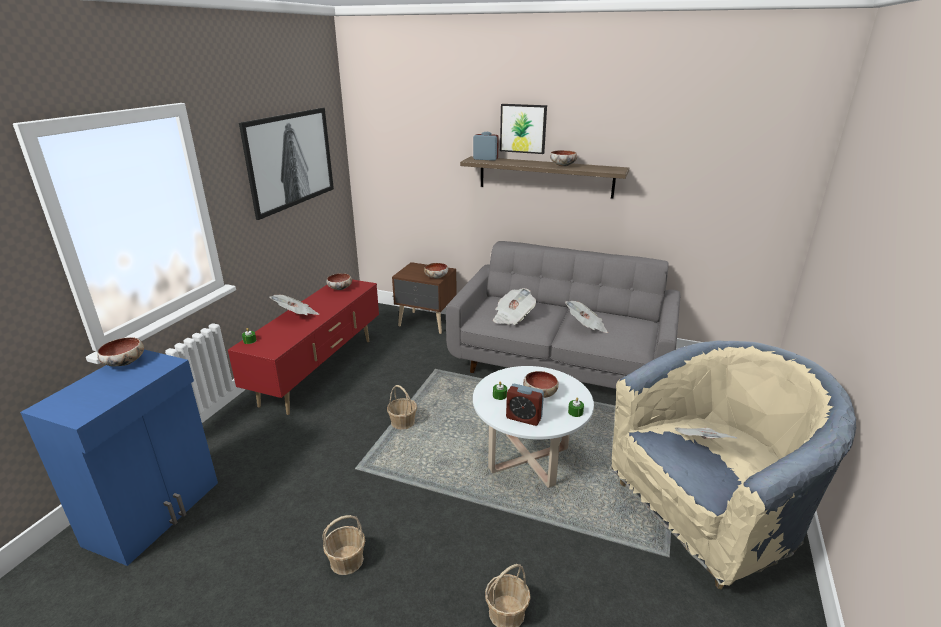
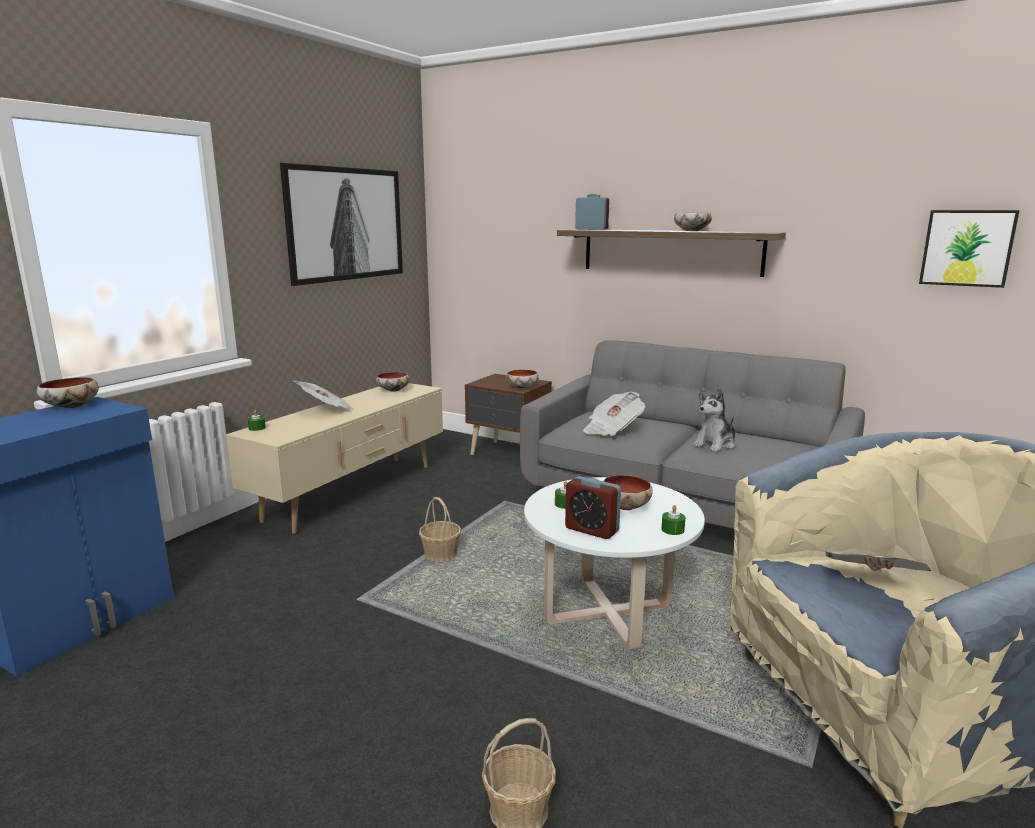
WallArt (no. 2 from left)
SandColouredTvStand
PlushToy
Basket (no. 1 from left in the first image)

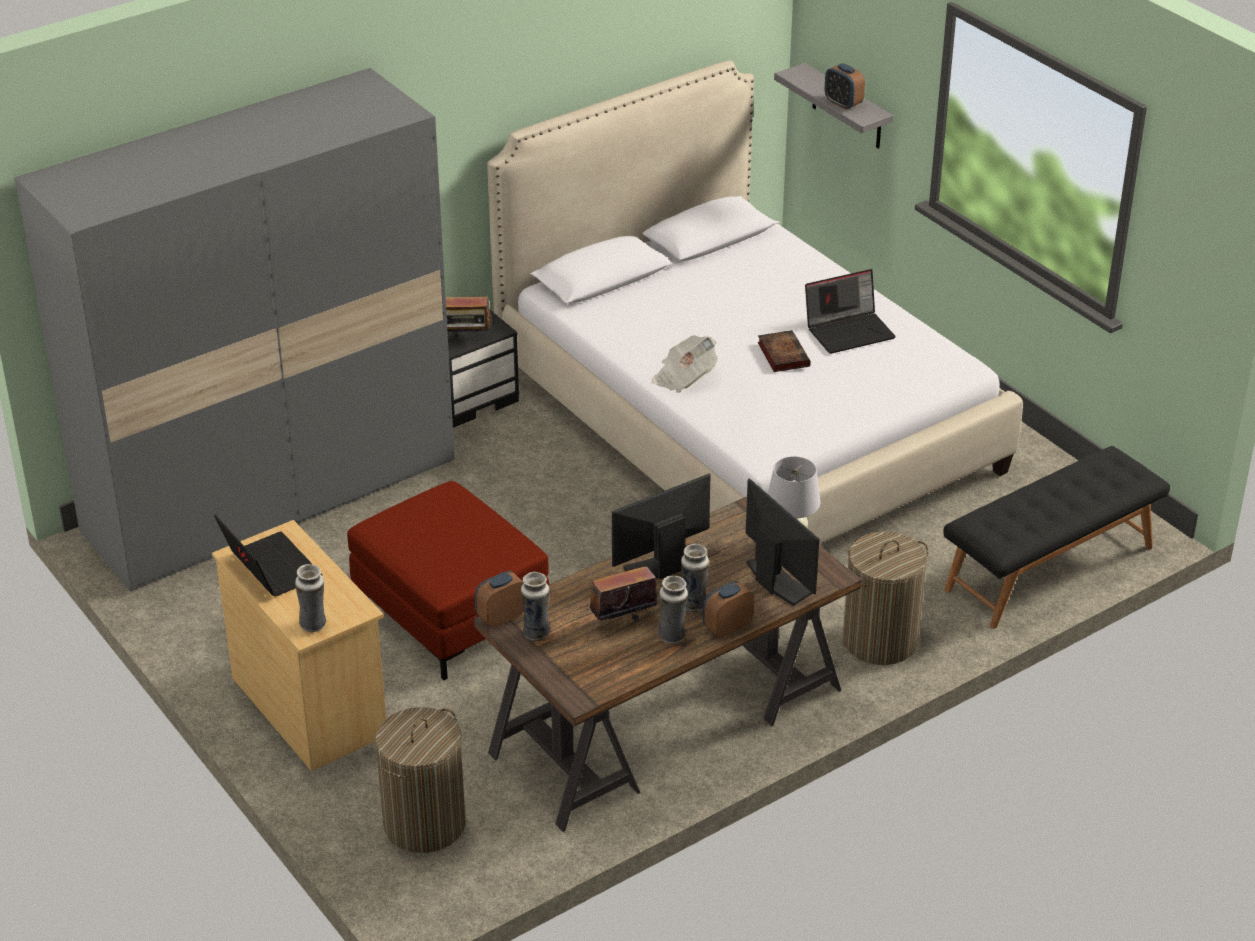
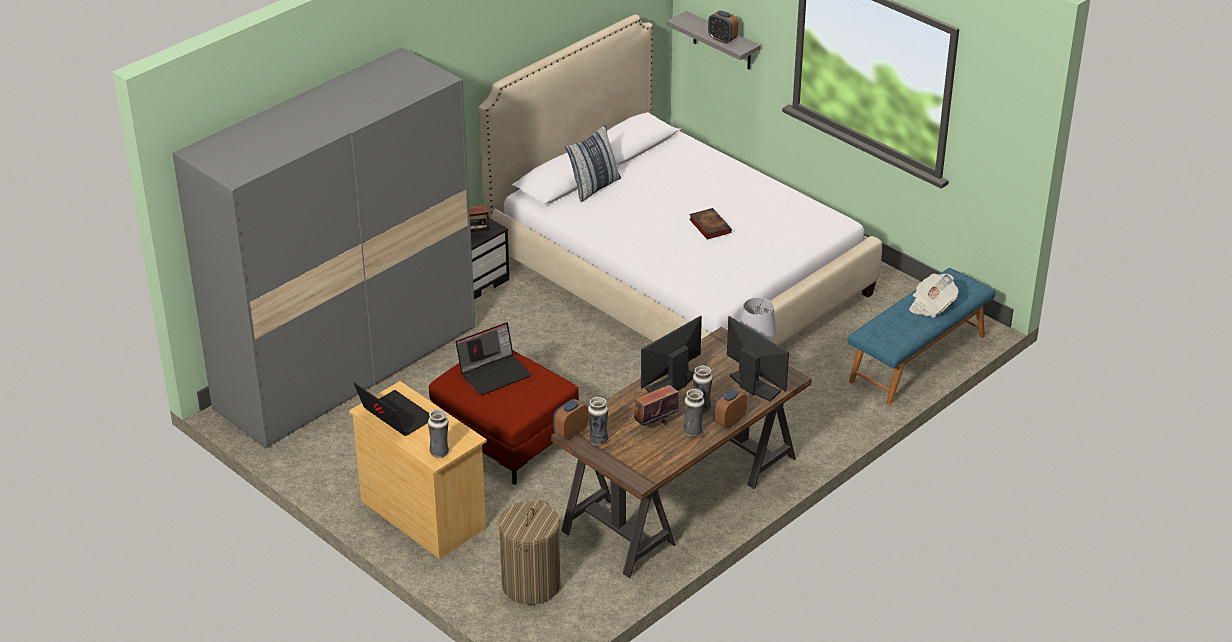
Laptop (no. 2 from left)
DailyPaper
BluishBench
LaundryBasket (no. 2 from left in the first image)
Pillow

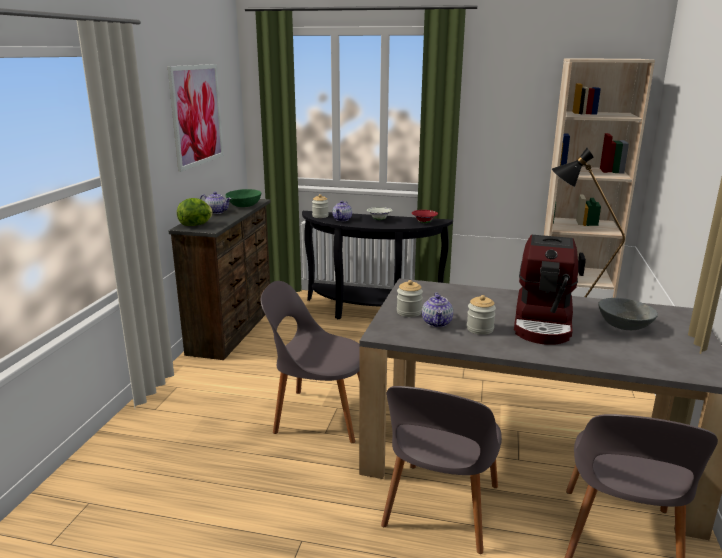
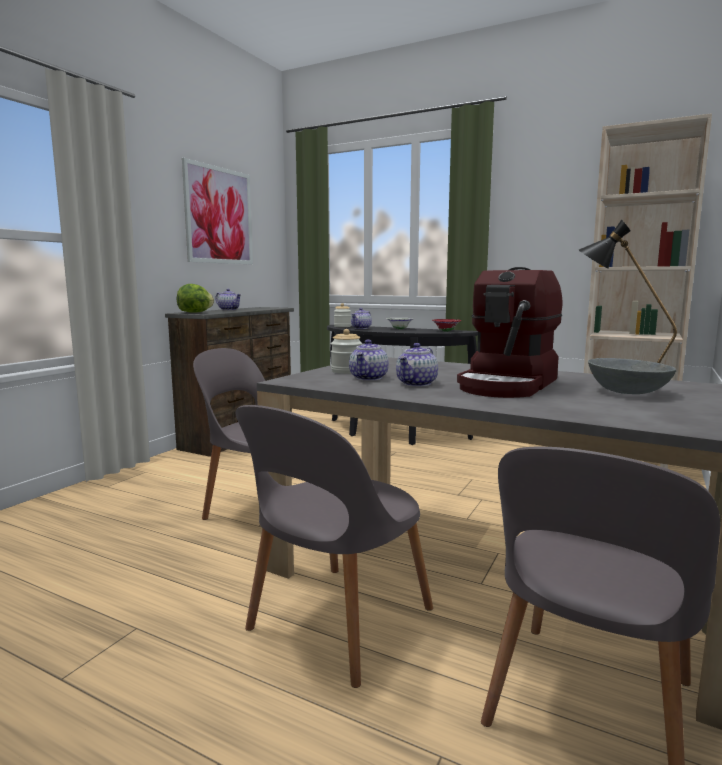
GreenishServingBowl
Teapot (no. 4 from left)

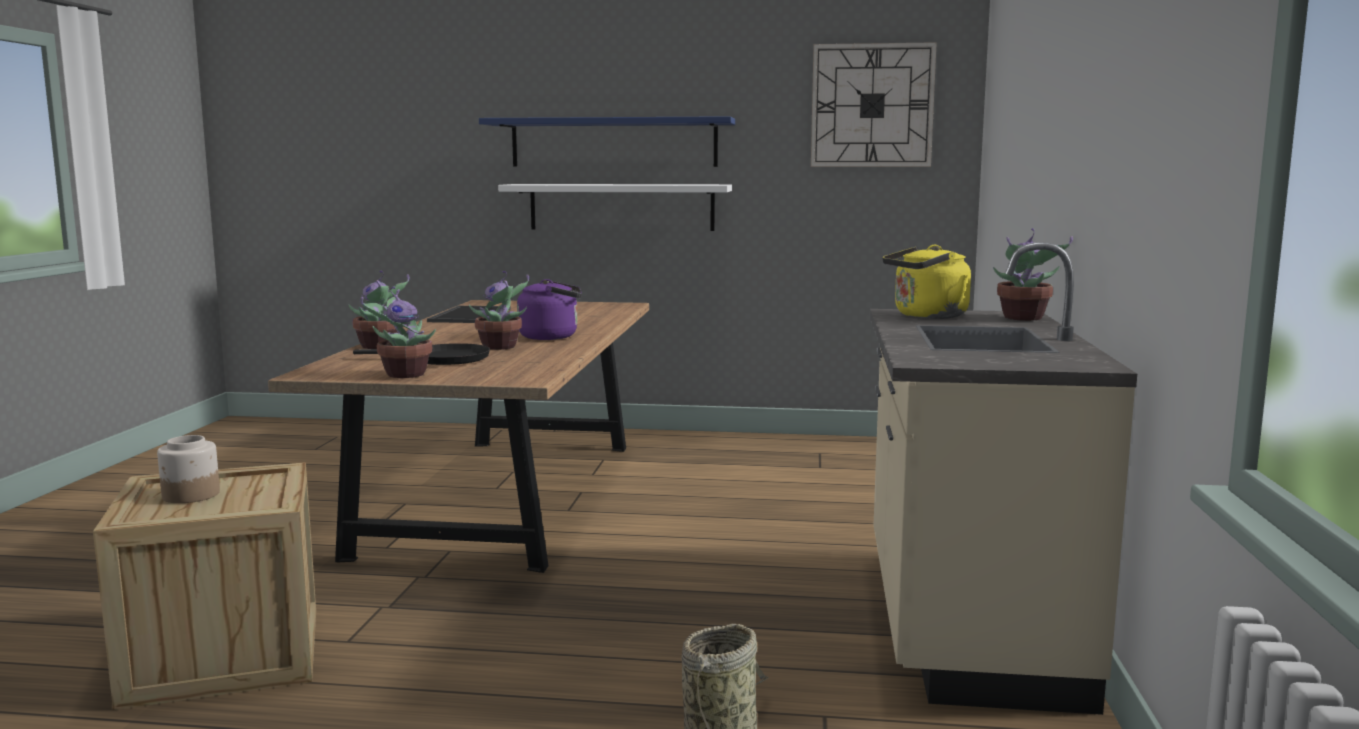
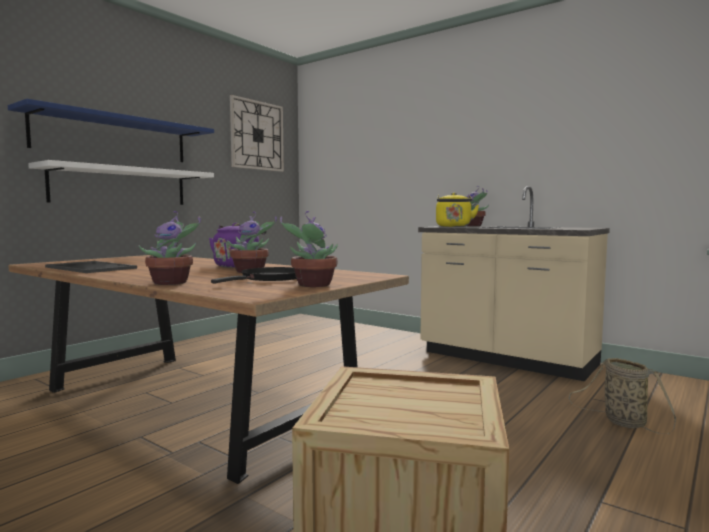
PreserveJar

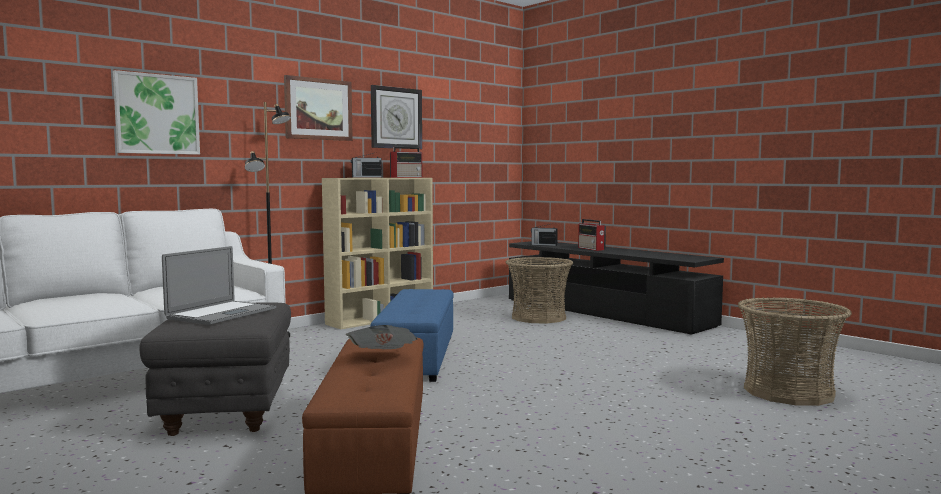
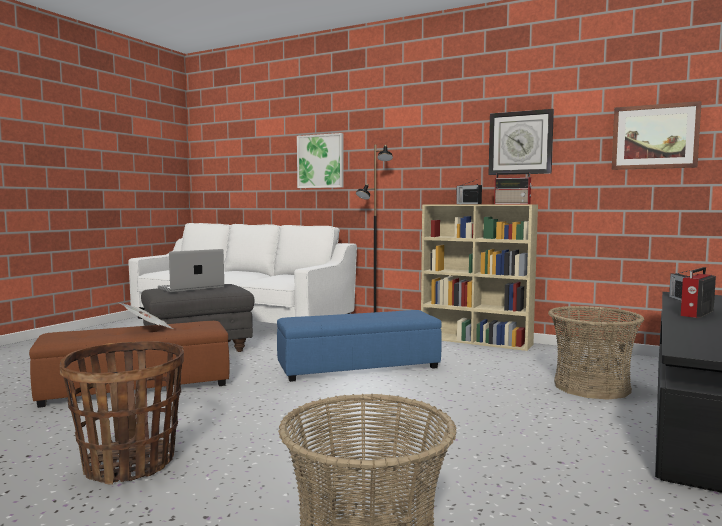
WallArt (no. 2 from left)
Laptop
Basket (no. 1 from left)

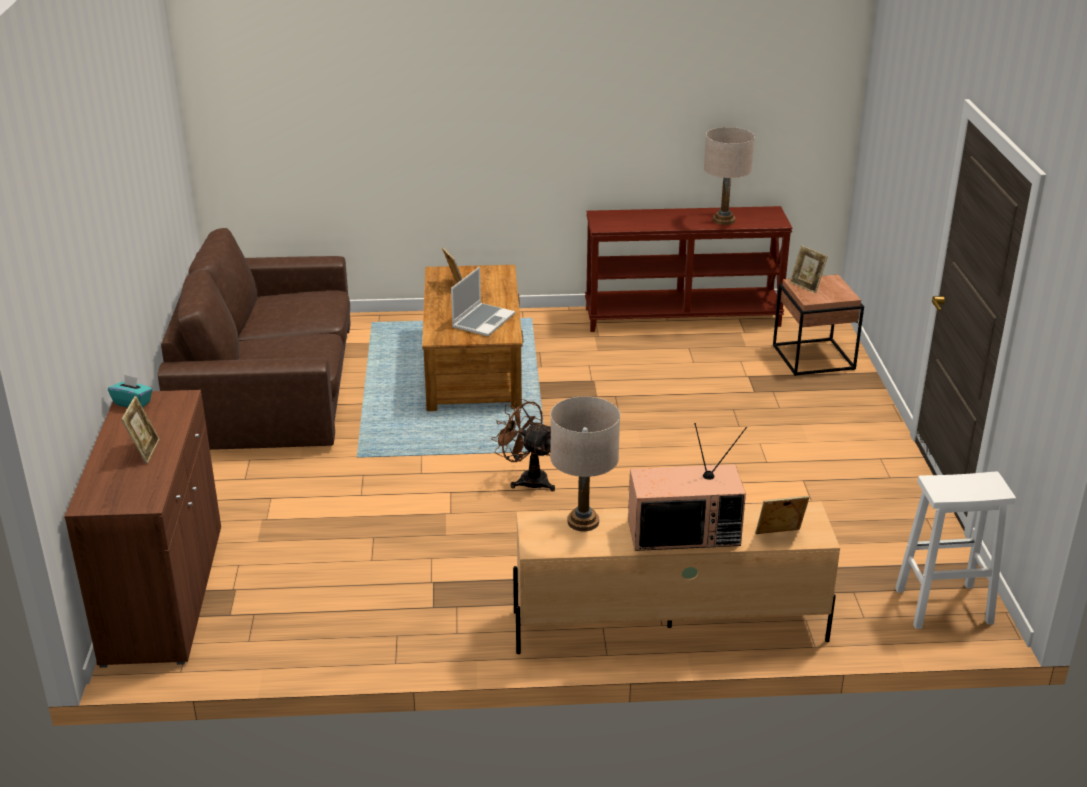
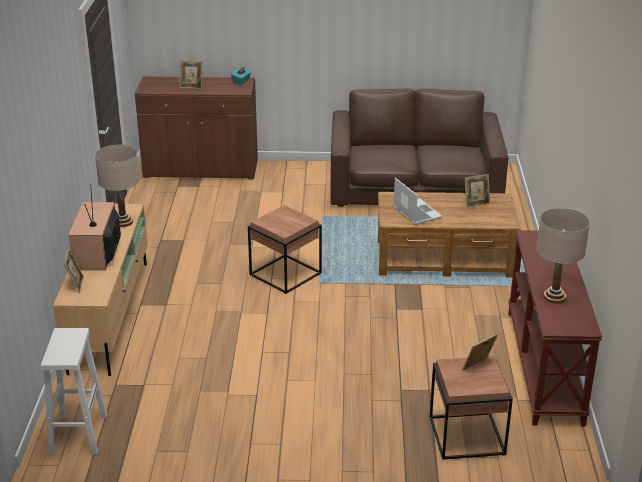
Laptop
BrownColouredSideTable (no. 1 from left)

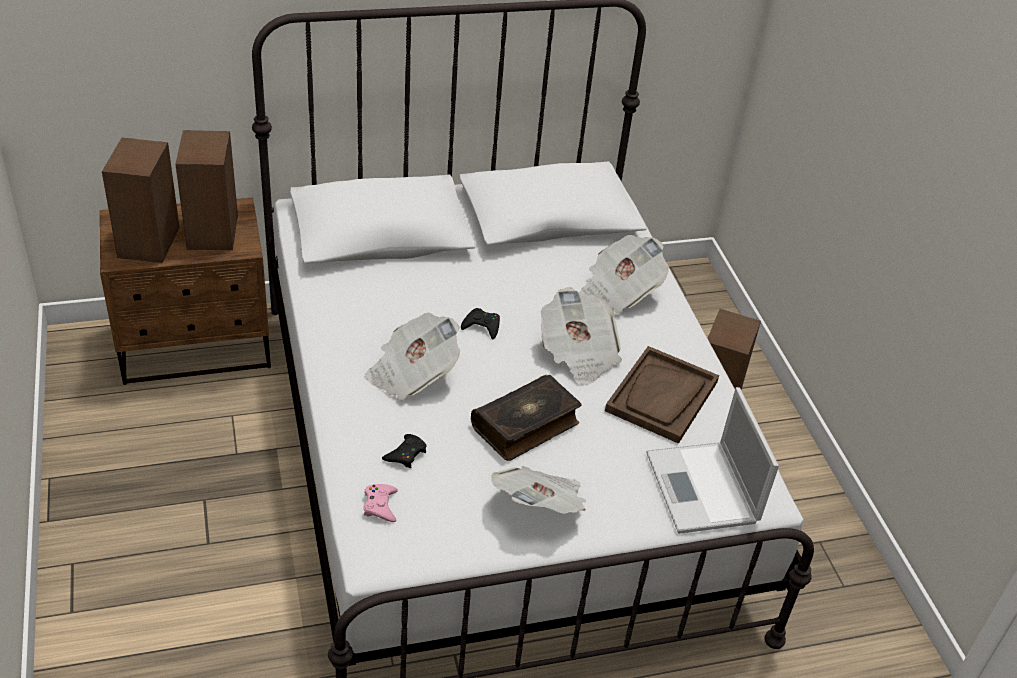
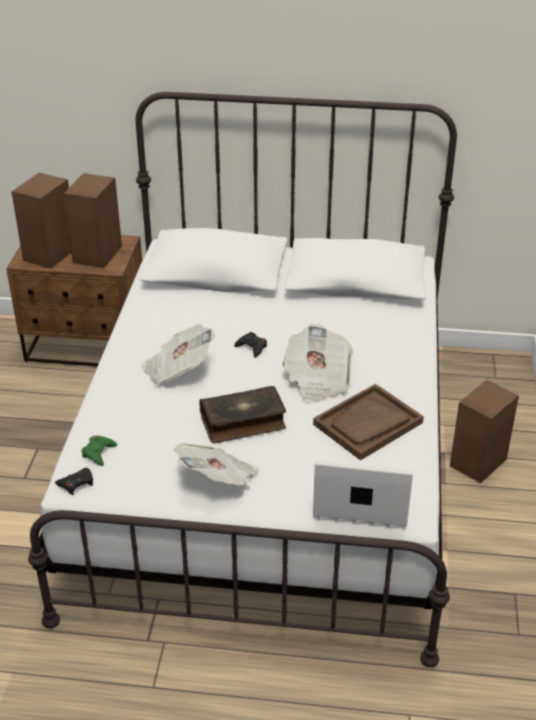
DailyPaper (no. 4 from left in the first image)
Laptop
BlackGameController (no. 1 from left)
GreenishGameController

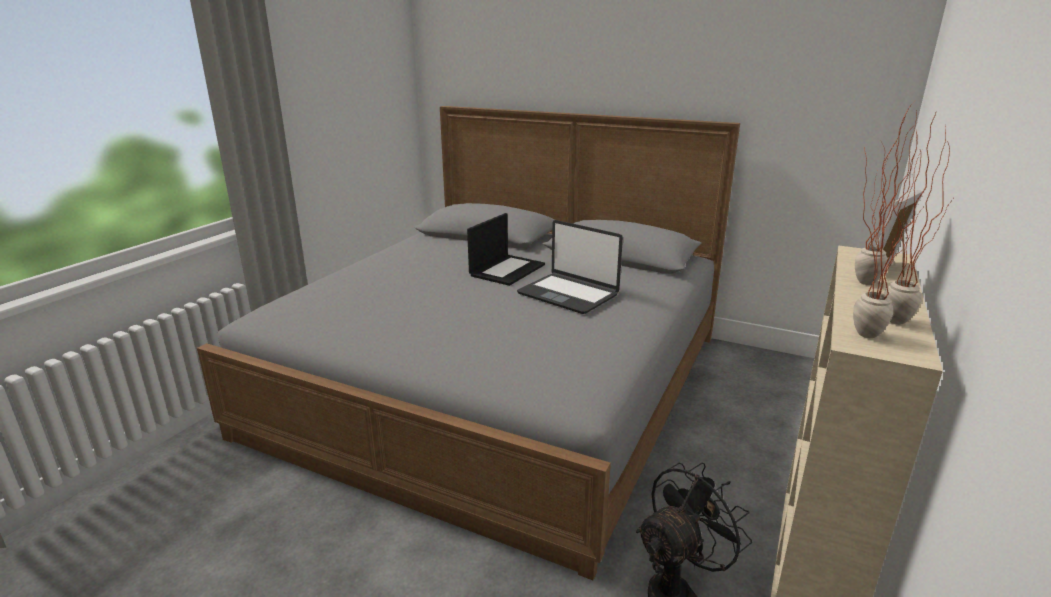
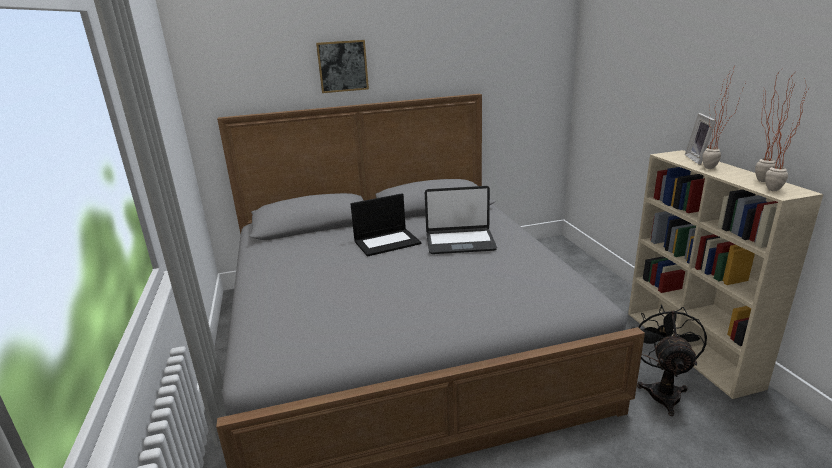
Laptop (no. 1 from left)
WallArt

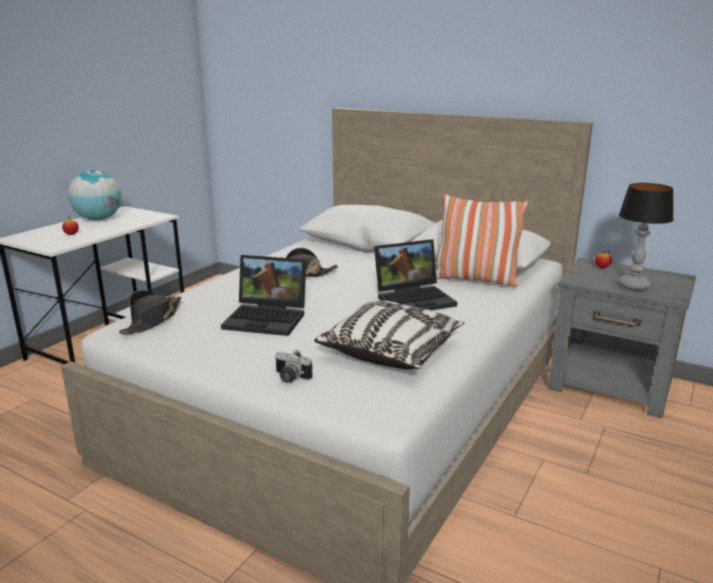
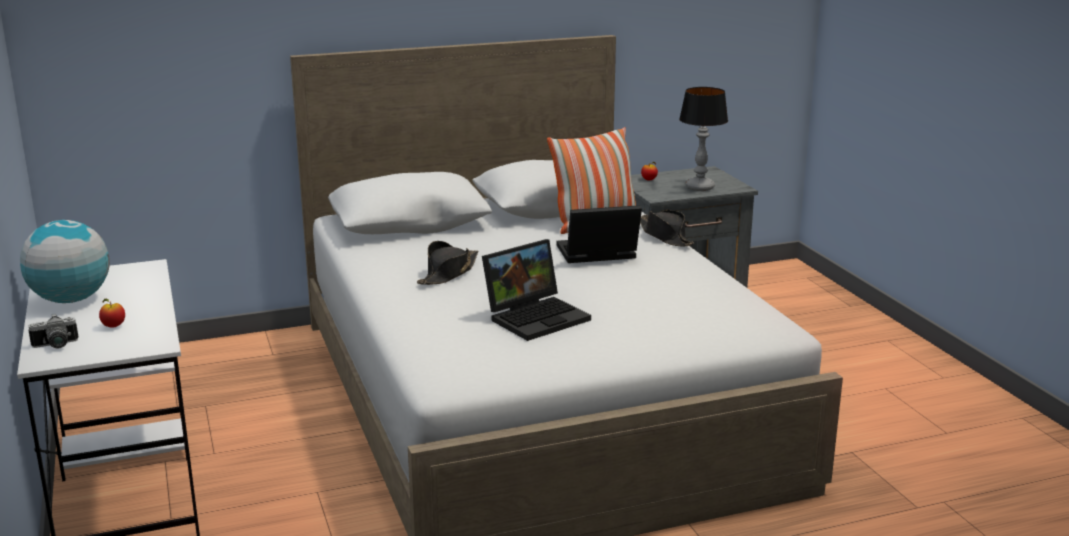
Laptop (no. 2 from left)
BlackWearableHat (no. 2 from left)
Pillow (no. 1 from left in the first image)
StillCamera

